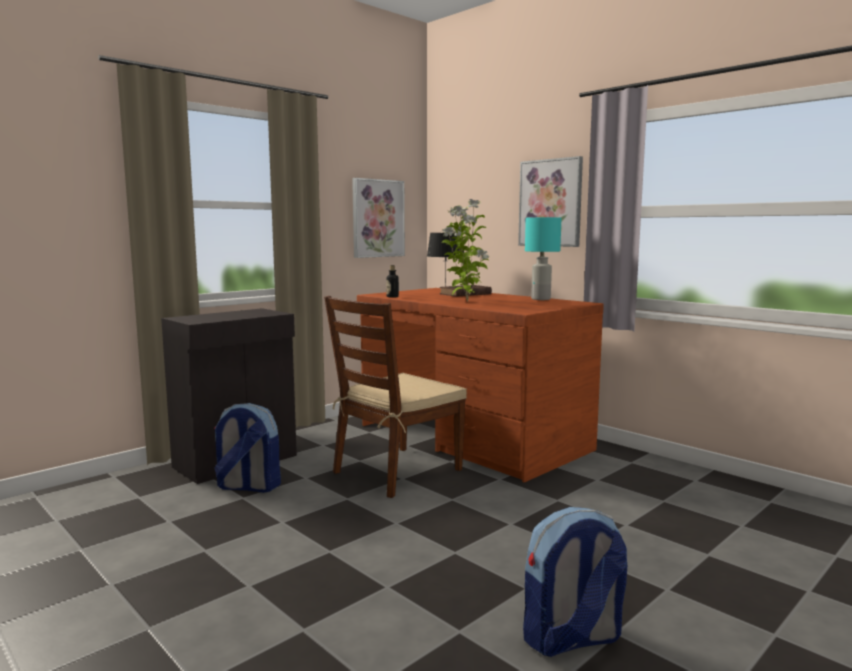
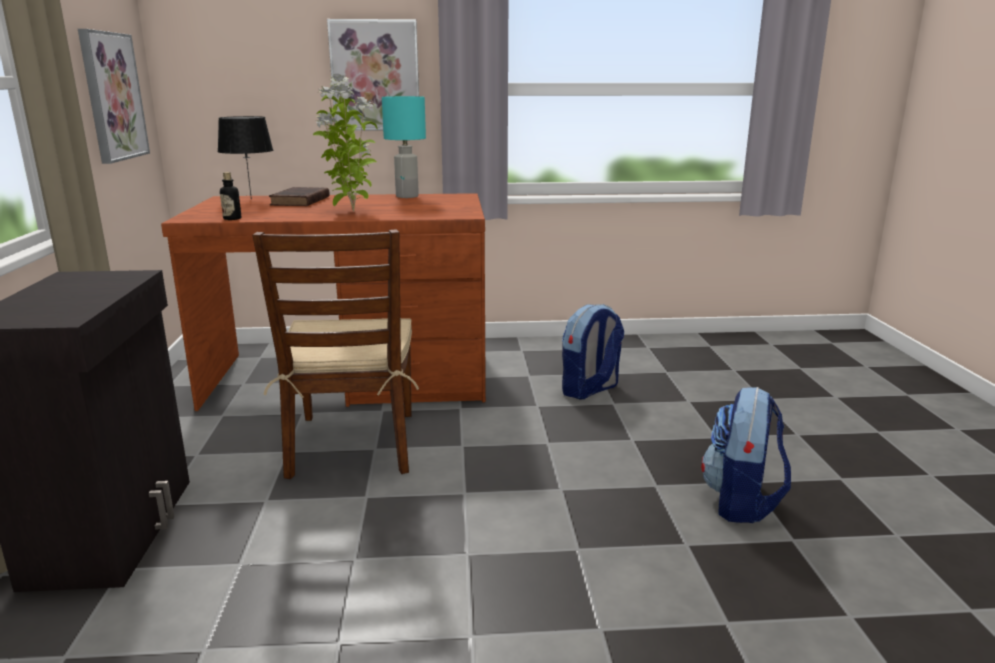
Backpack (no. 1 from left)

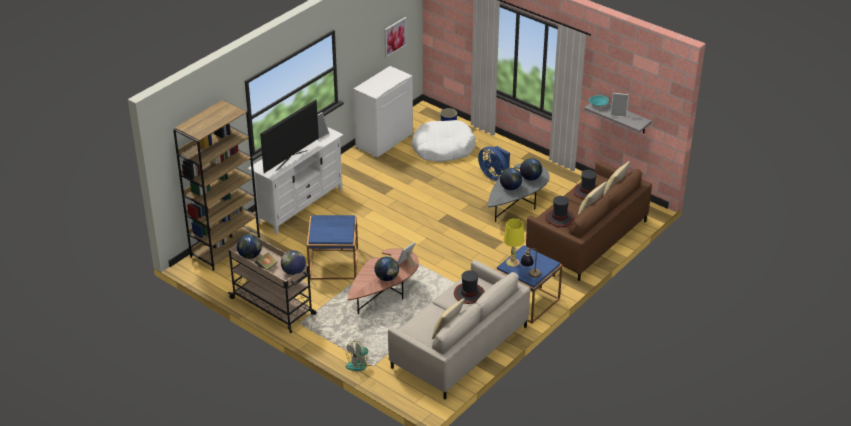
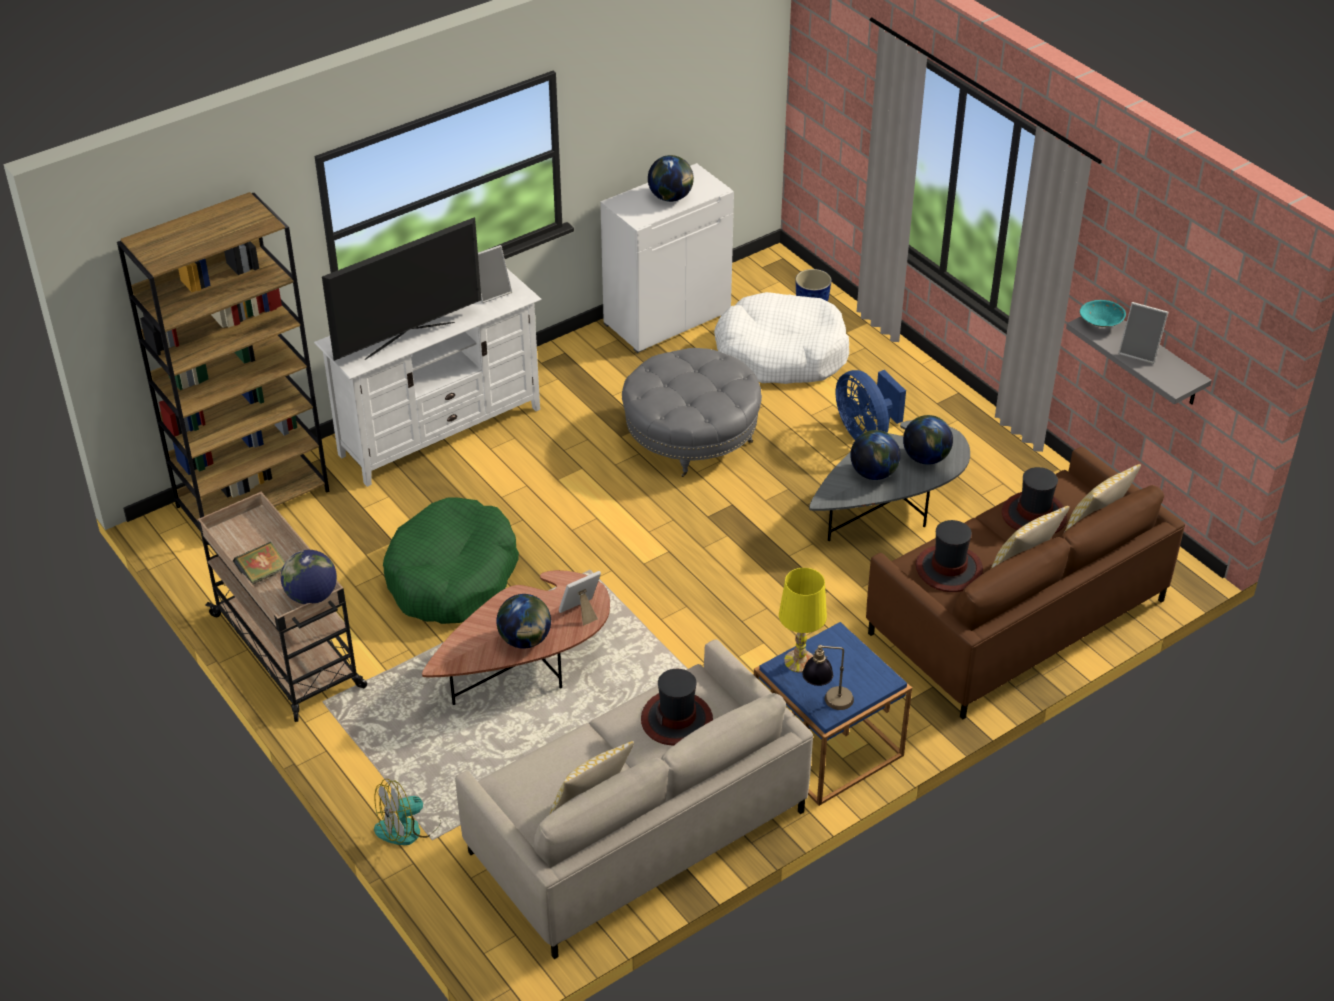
WallArt
GreenishDogBed
Globe (no. 3 from left)
GreyishOttoman

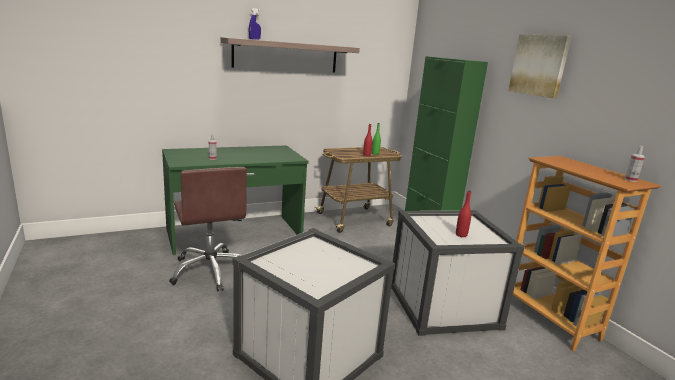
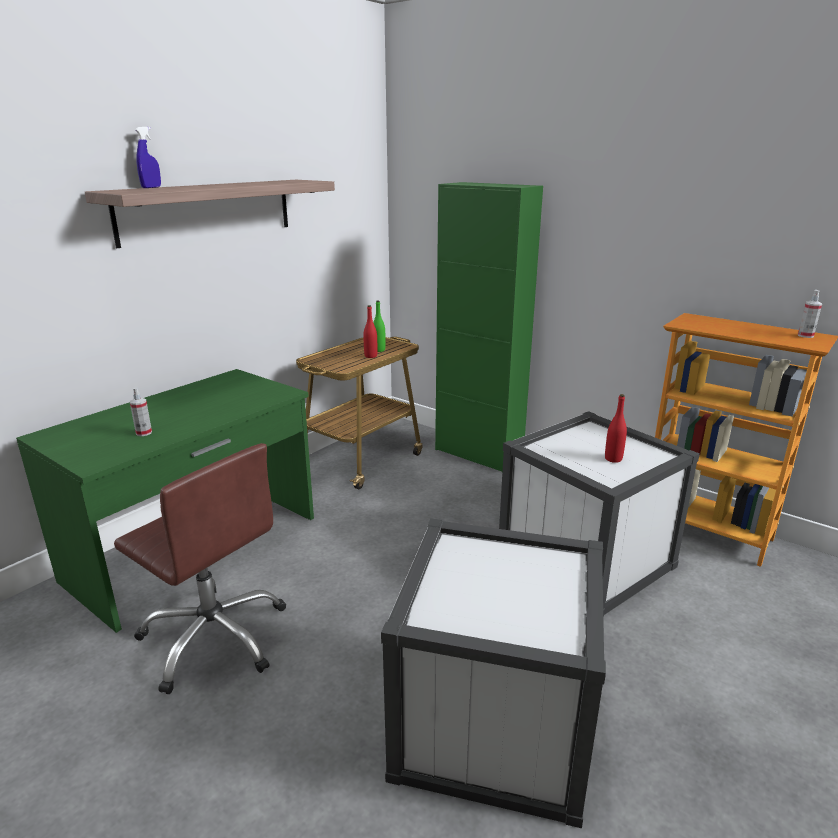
WallArt

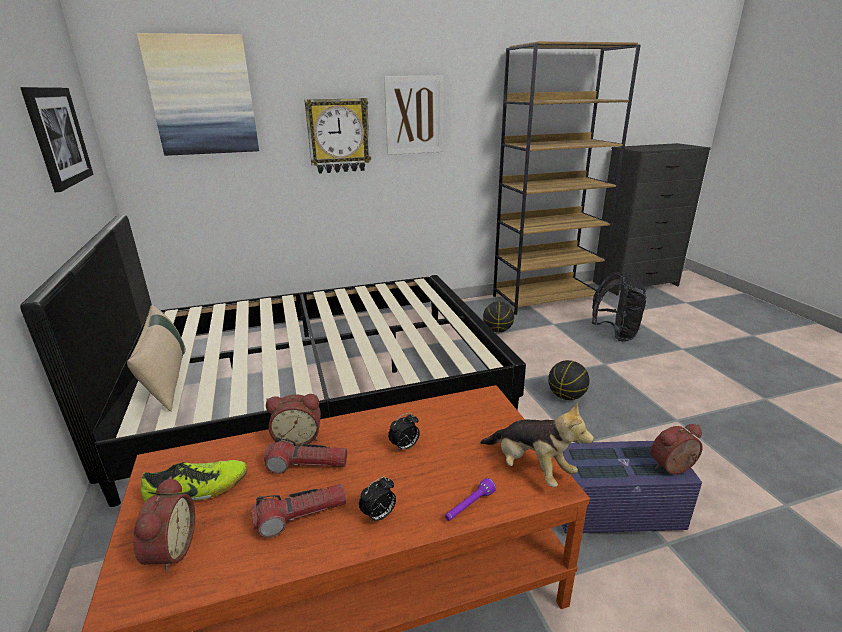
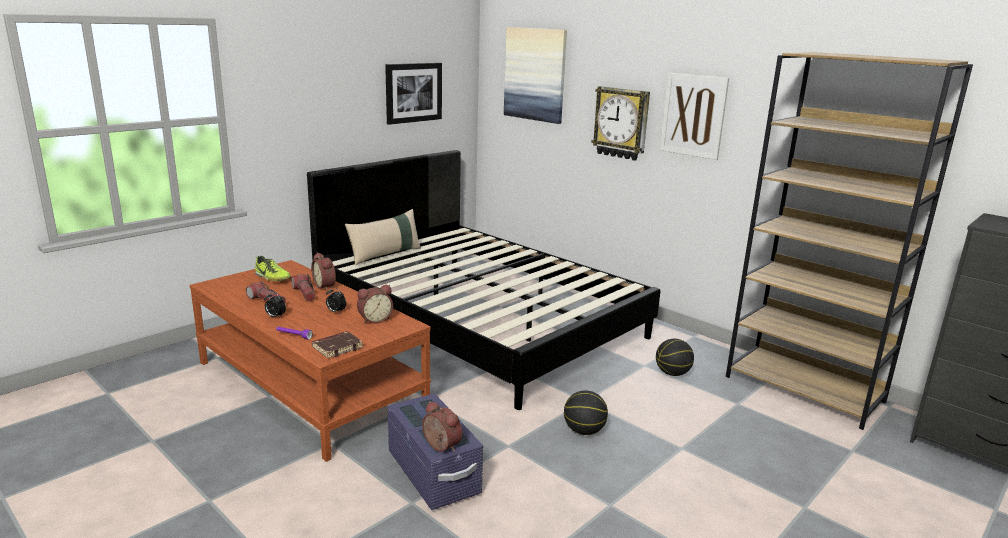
BlackBackpack
BrownColouredVolume
AlarmClock (no. 4 from left)

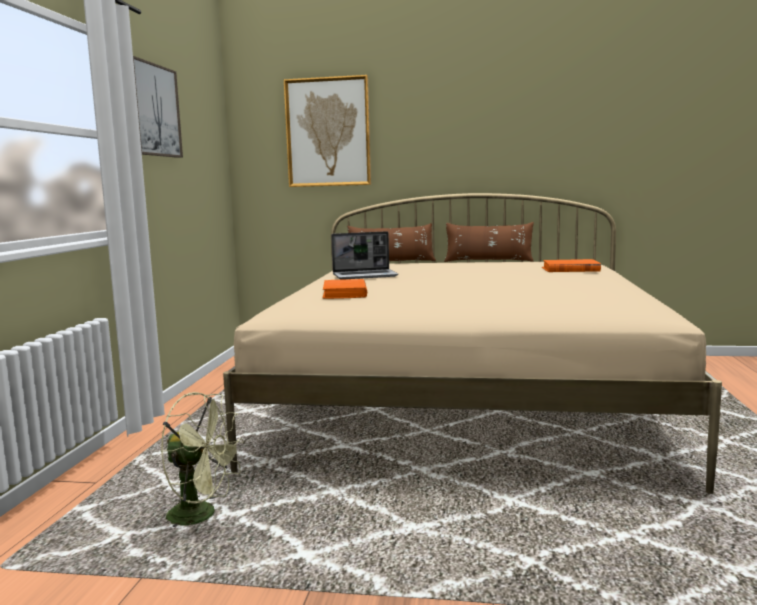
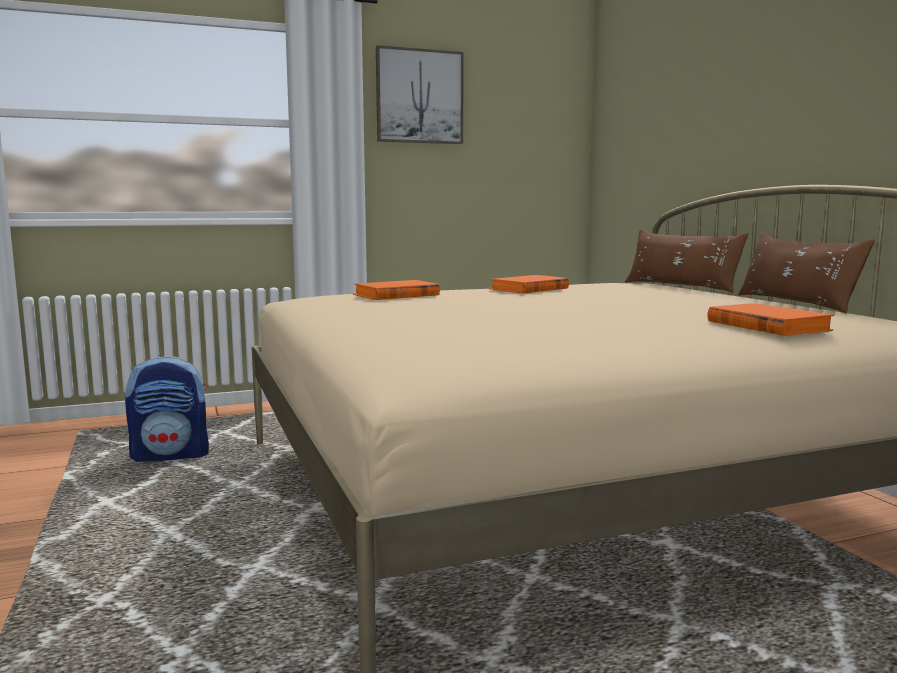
WallArt (no. 2 from left in the first image)
OrangeVolume (no. 2 from left)
Backpack

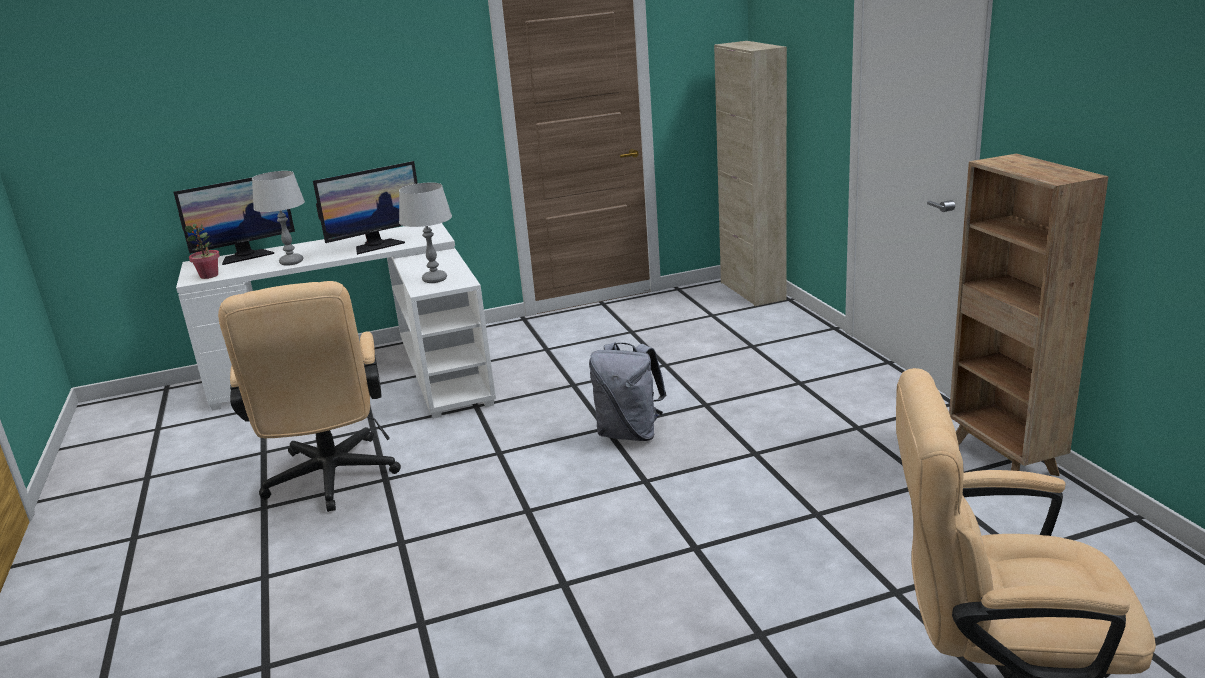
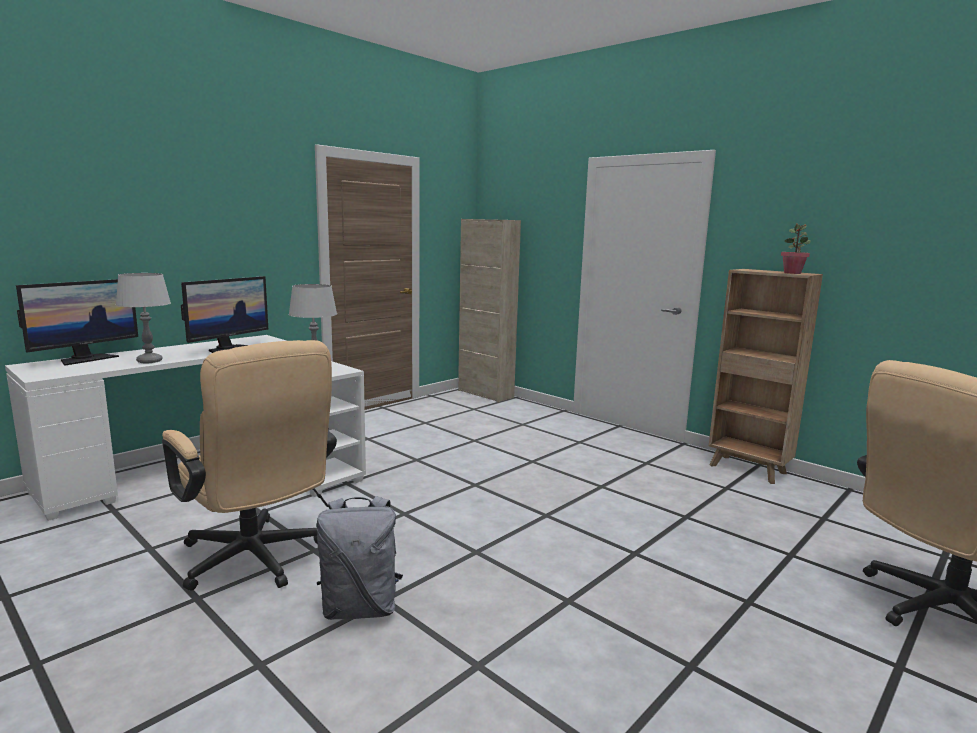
PlantInAPot
GreyishBackpack

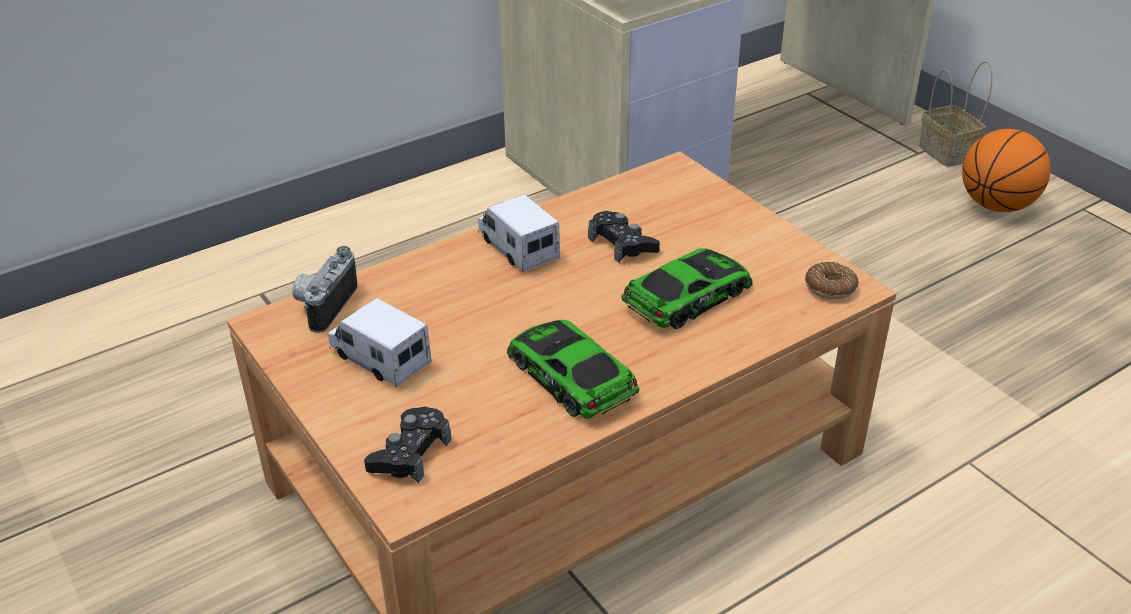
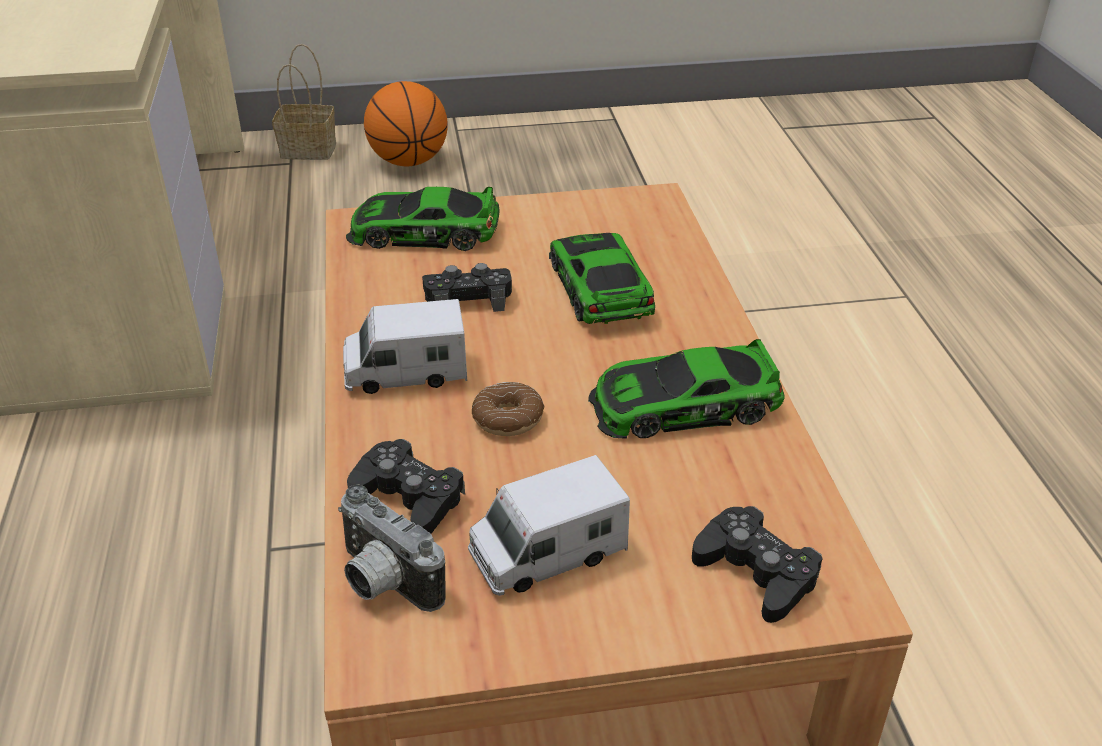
Doughnut
ModelCar (no. 1 from left)
BlackGameController (no. 1 from left)

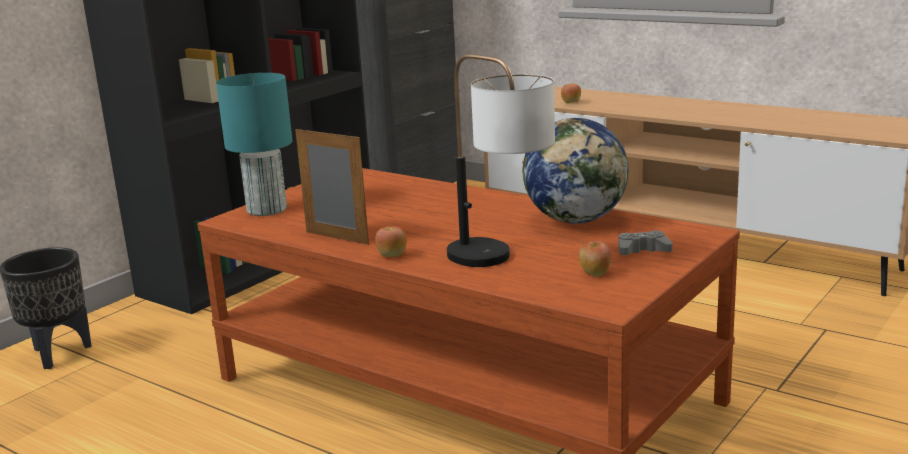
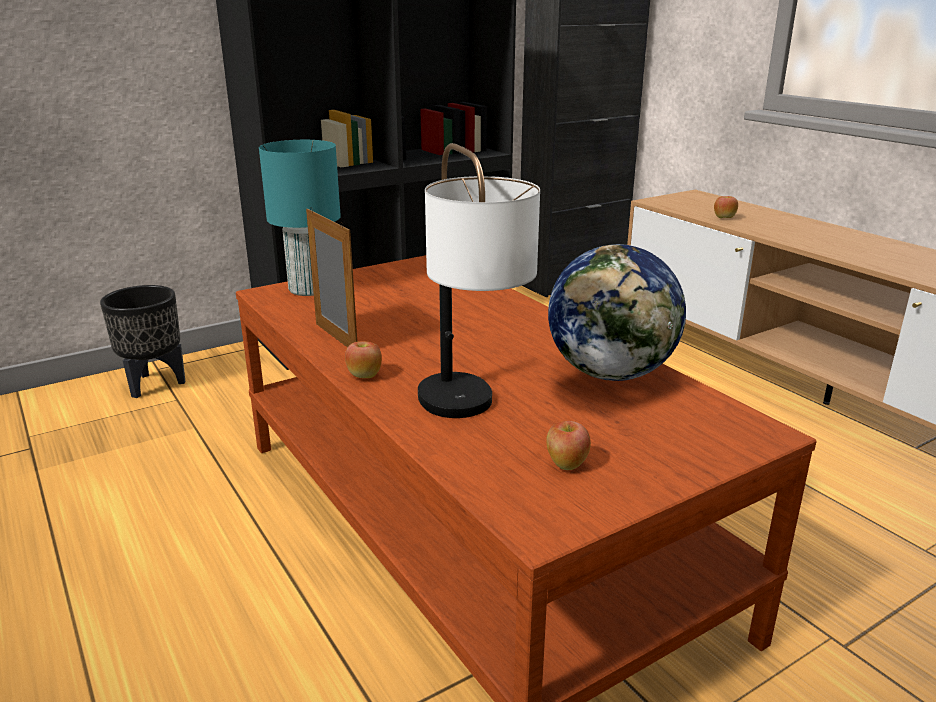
GreyishGameController

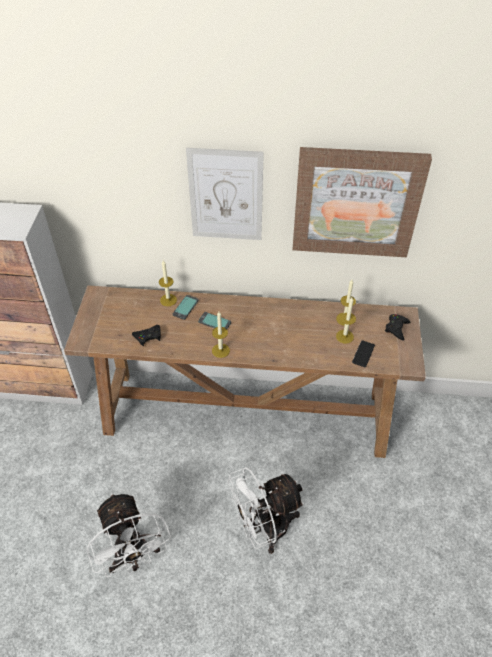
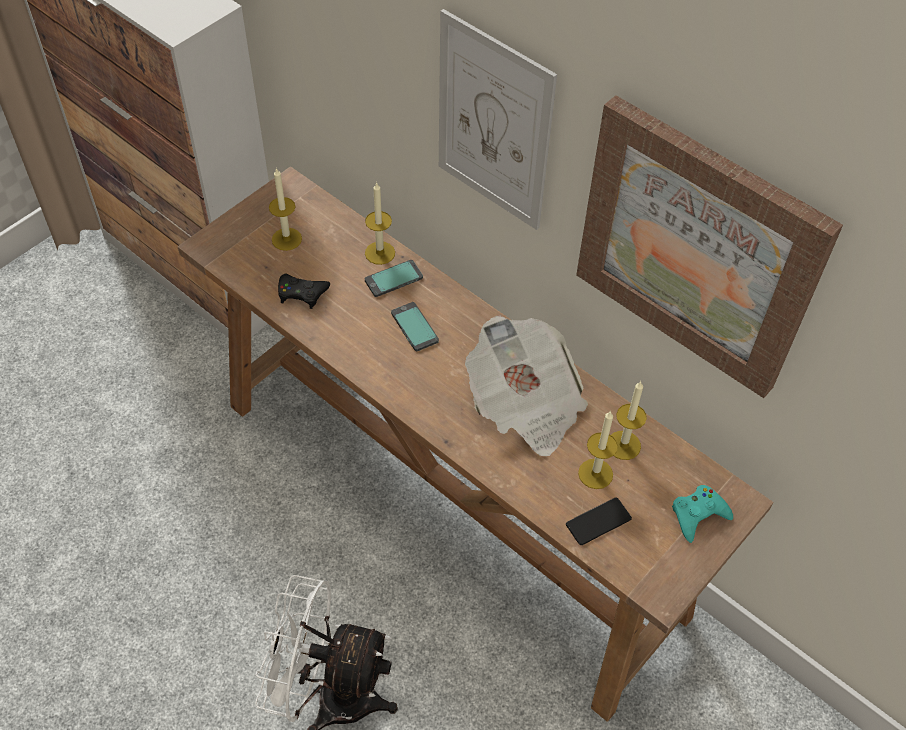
WaxLight (no. 1 from left)
BlueGreenGameController
WhitishFan (no. 1 from left in the first image)
DailyPaper

